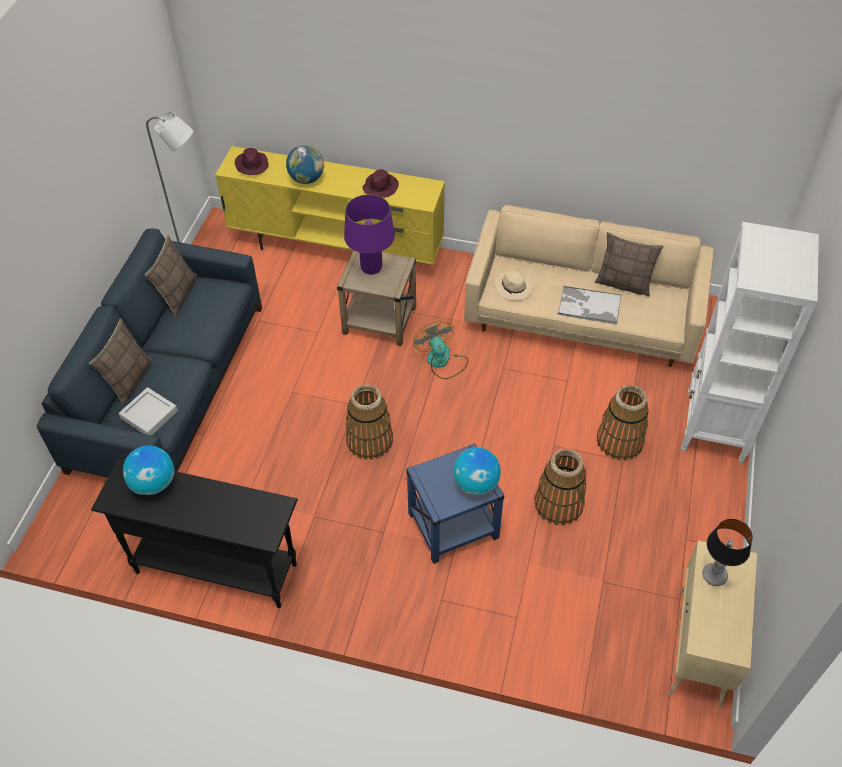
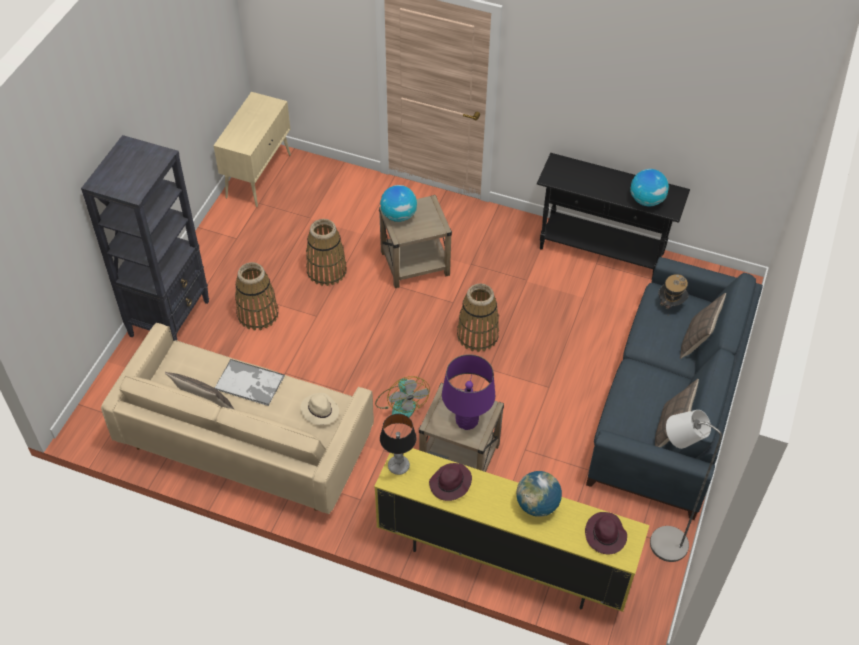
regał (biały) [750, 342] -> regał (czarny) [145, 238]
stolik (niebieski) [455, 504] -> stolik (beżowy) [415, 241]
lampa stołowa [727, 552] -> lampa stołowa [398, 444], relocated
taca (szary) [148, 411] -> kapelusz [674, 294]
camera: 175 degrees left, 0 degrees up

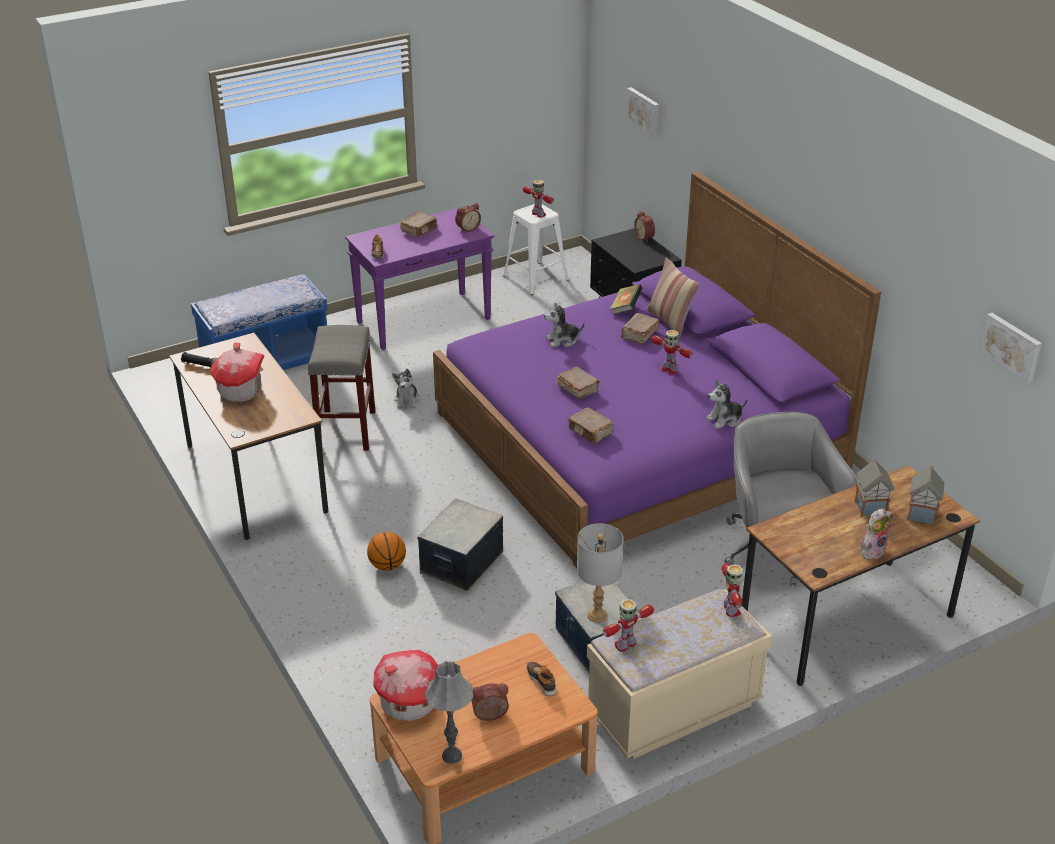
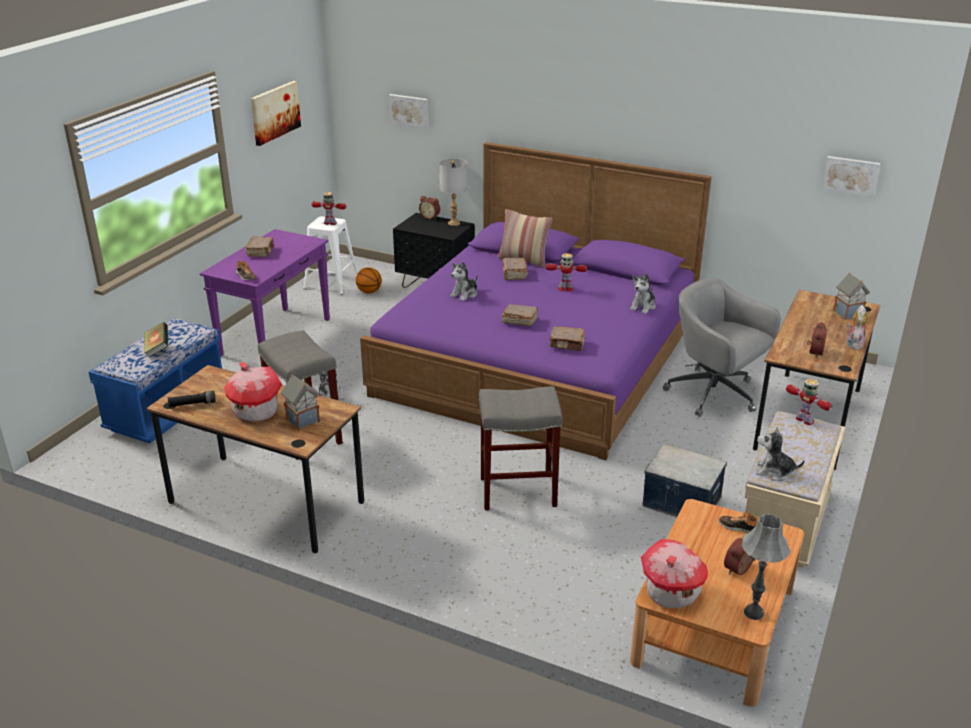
książka [626, 299] -> książka [156, 339], relocated
none -> obraz [276, 113]
domek [874, 488] -> domek [300, 402], relocated
piłka do koszykówki [386, 551] -> piłka do koszykówki [369, 280], relocated
lampa stołowa (szary) [600, 573] -> lampa stołowa (szary) [453, 192], relocated
pojemnik do przechowywania [460, 545] -> stołek (szary) [521, 448]
robot zabawkowy [628, 625] -> pluszak [780, 454]
budzik [468, 217] -> budzik [817, 340], relocated
camera: 35 degrees left, 5 degrees down

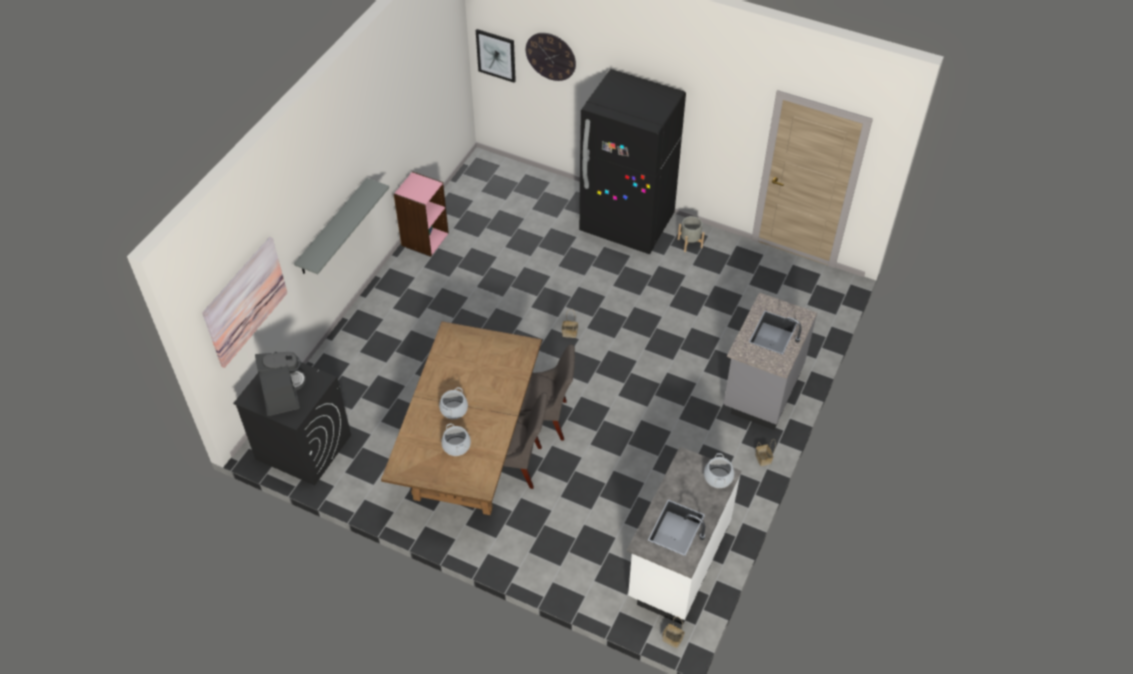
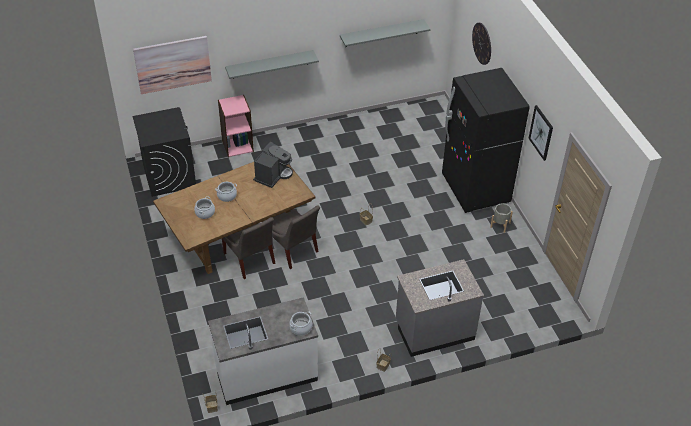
regał (różowy) [421, 213] -> regał (różowy) [236, 126], relocated
ekspres do kawy [280, 384] -> ekspres do kawy [273, 165], relocated
none -> półka (szary) [385, 33]
obraz [496, 56] -> obraz [541, 133], relocated
camera: 45 degrees right, 5 degrees down

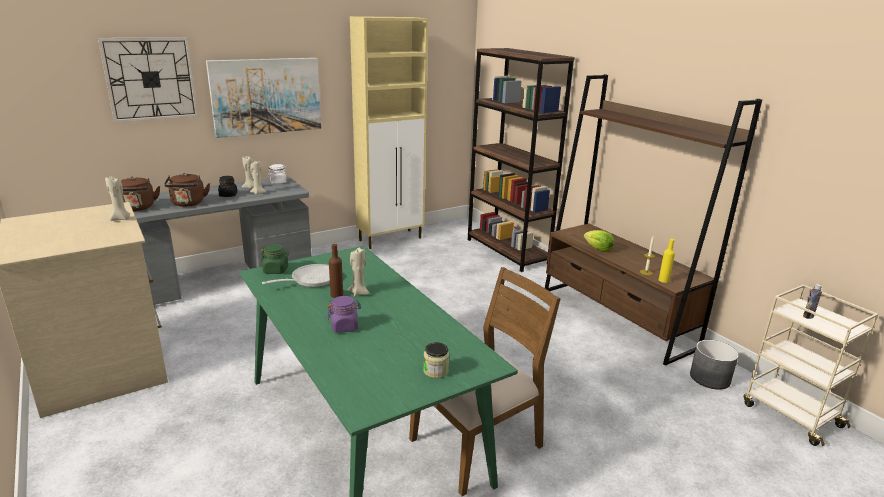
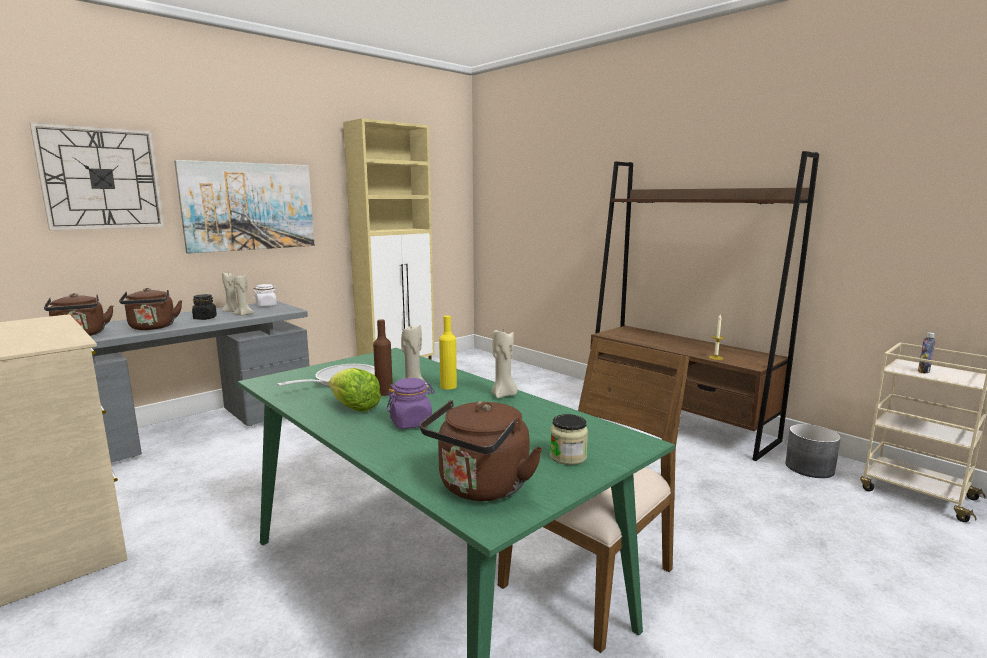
sałata [599, 241] -> sałata [355, 390], relocated
none -> czajnik (brązowy) [481, 450]
butelka (żółty) [667, 261] -> butelka (żółty) [448, 353], relocated
świeca (beżowy) [117, 198] -> świeca (beżowy) [504, 364], relocated
słoik (zielony) [275, 259] -> none
regał (brązowy) [521, 160] -> none
camera: 10 degrees left, 10 degrees down

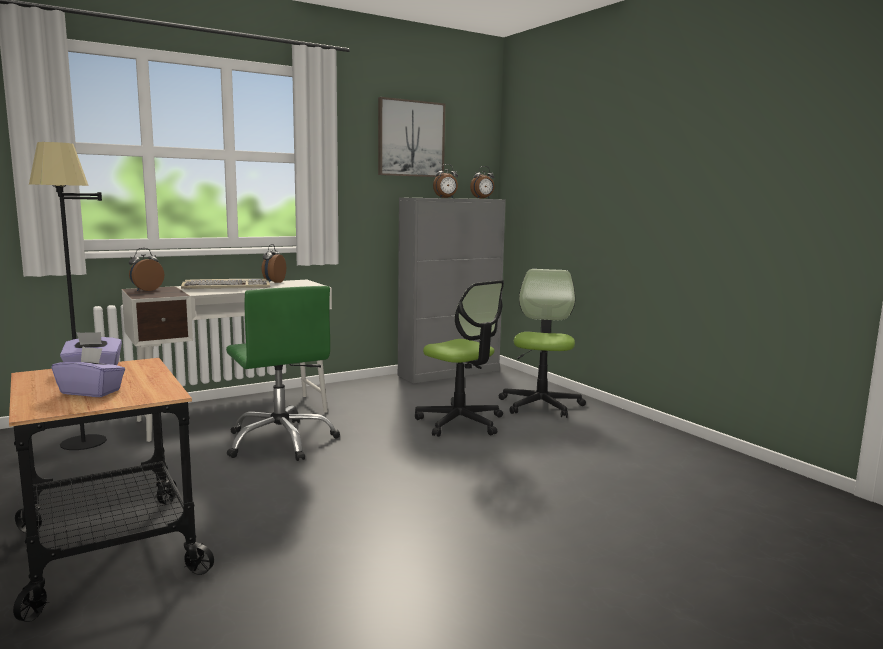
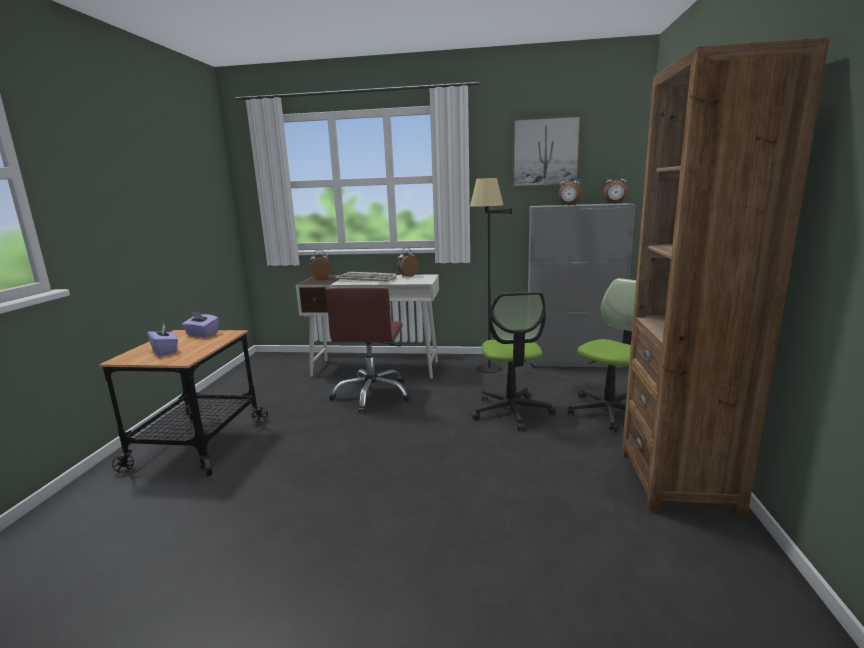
krzesło biurowe (zielony) [283, 373] -> krzesło biurowe (brązowy) [368, 349]
lampa stojąca (czarny) [68, 296] -> lampa stojąca (czarny) [491, 275], relocated
none -> regał (brązowy) [726, 276]
camera: 40 degrees right, 5 degrees up

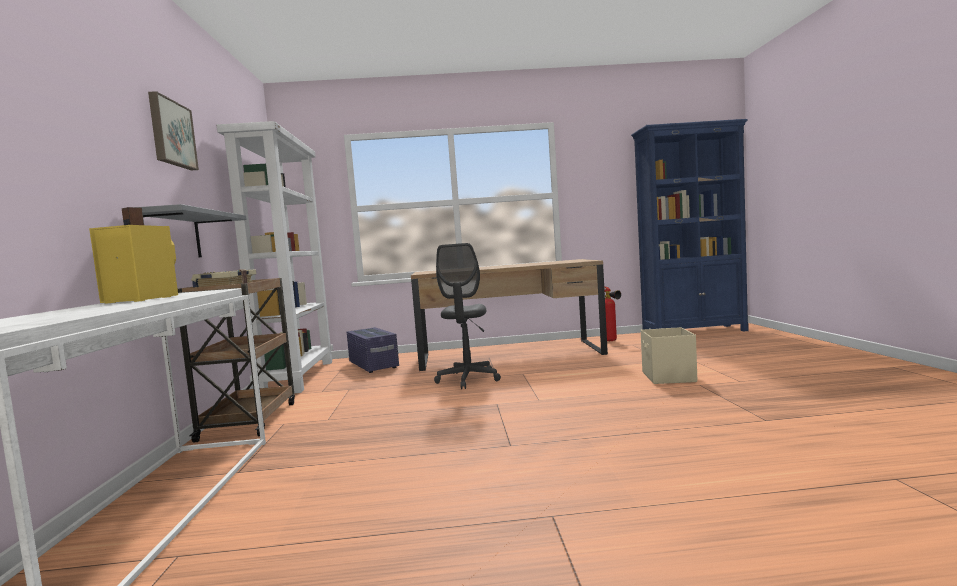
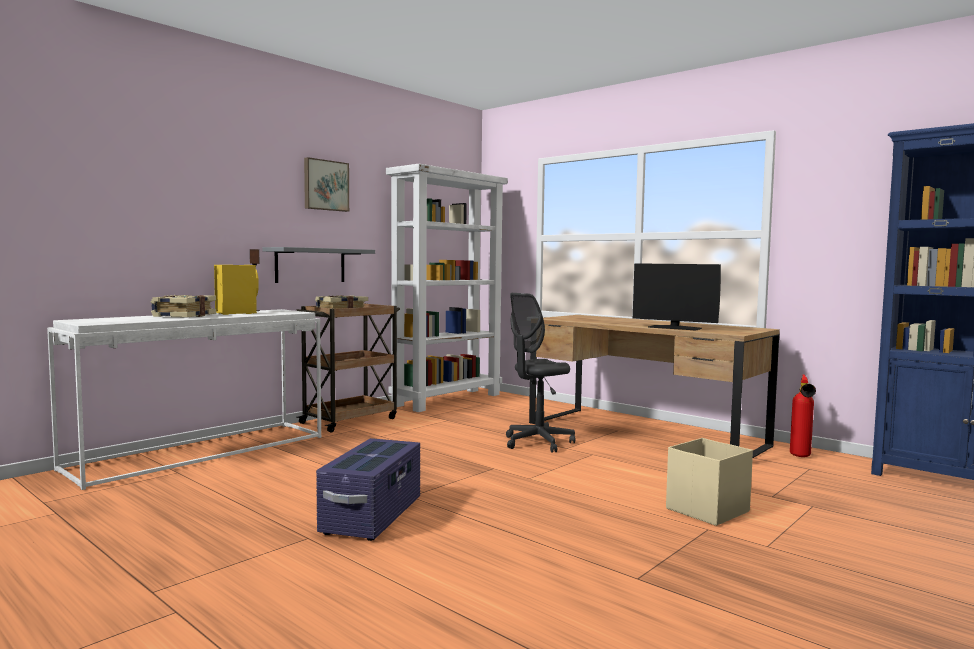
none -> książka [183, 306]
pojemnik do przechowywania (fioletowy) [373, 350] -> pojemnik do przechowywania (fioletowy) [368, 489], relocated
none -> monitor [677, 296]
camera: 45 degrees right, 0 degrees up

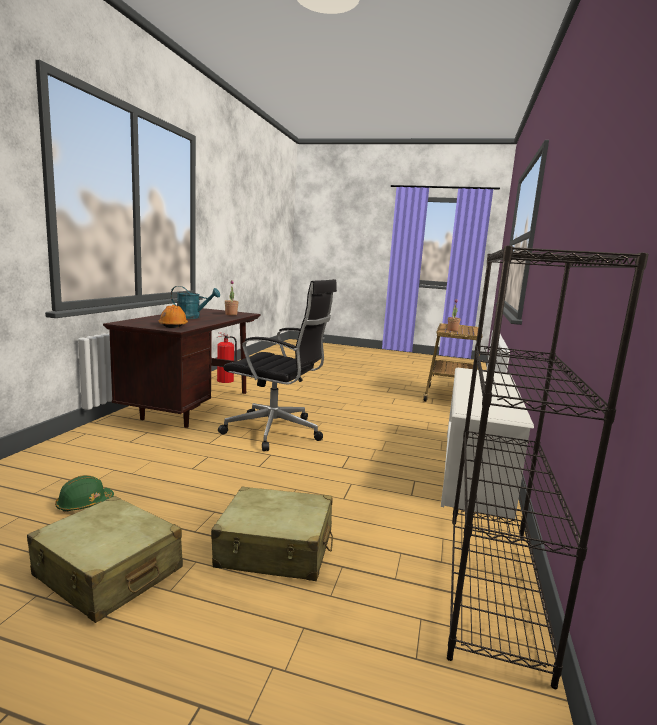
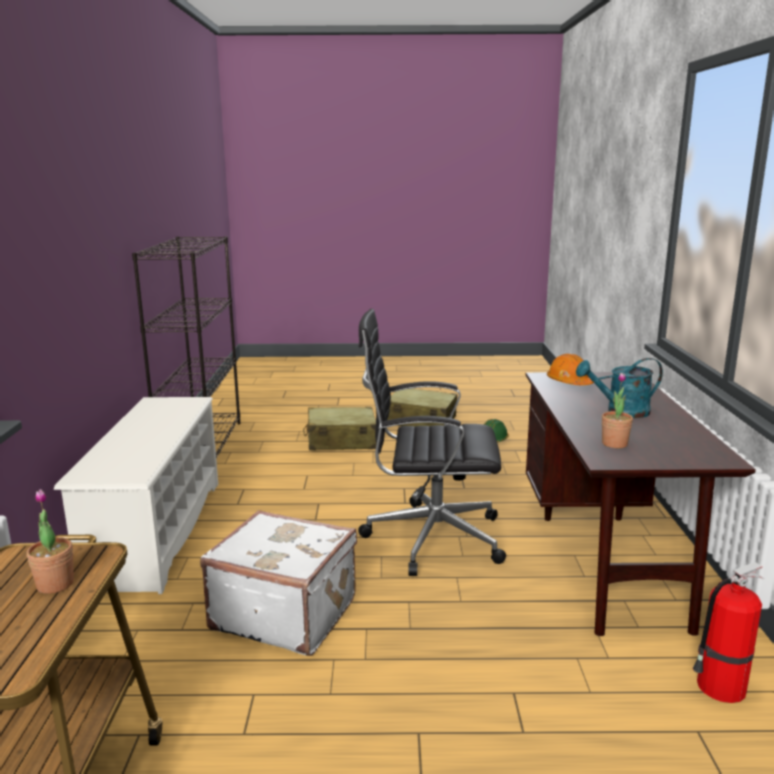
none -> walizka (biały) [278, 583]
camera: 165 degrees right, 5 degrees up

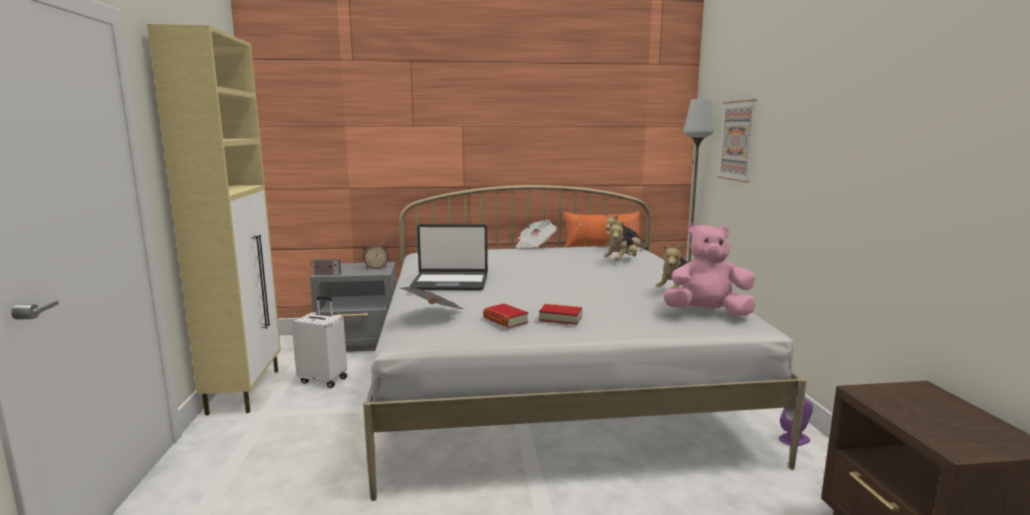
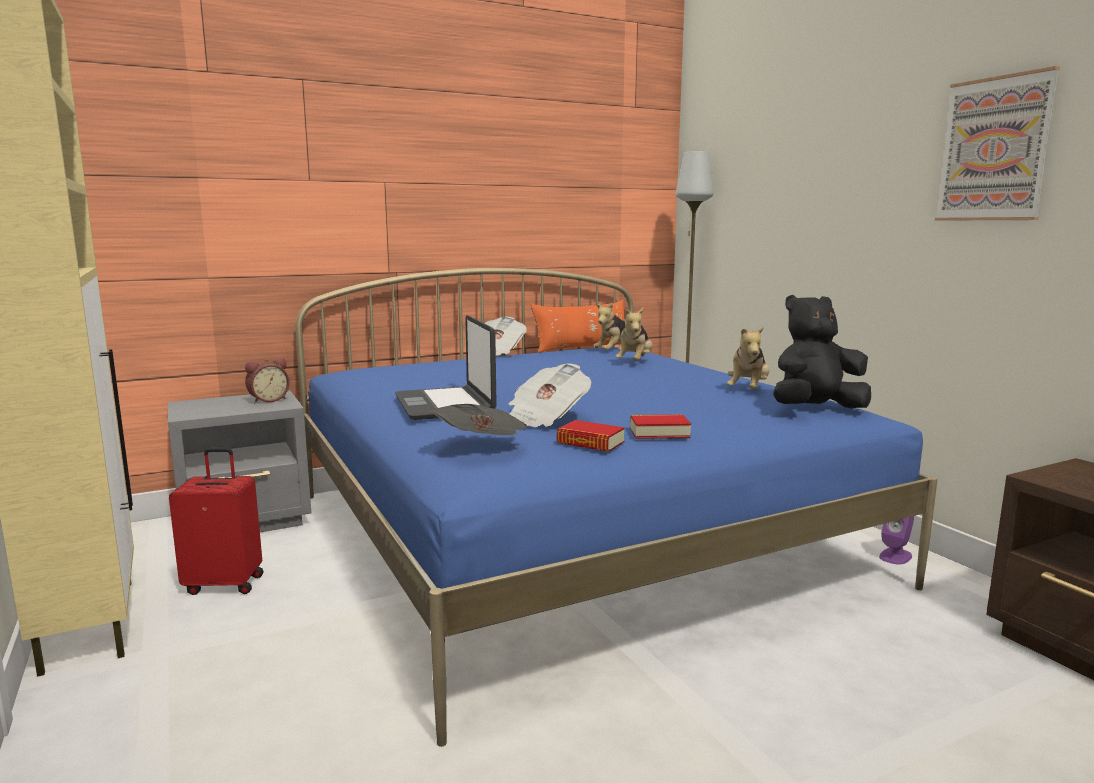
walizka (biały) [319, 342] -> walizka (czerwony) [216, 521]
łóżko (biały) [585, 343] -> łóżko (niebieski) [616, 507]
laptop [448, 257] -> laptop [446, 367], 90 degrees clockwise
none -> gazeta [550, 395]
pluszak (różowy) [709, 269] -> pluszak (czarny) [822, 352]
obraz [737, 141] -> obraz [997, 143], relocated
radio [326, 263] -> none
camera: 20 degrees left, 0 degrees up

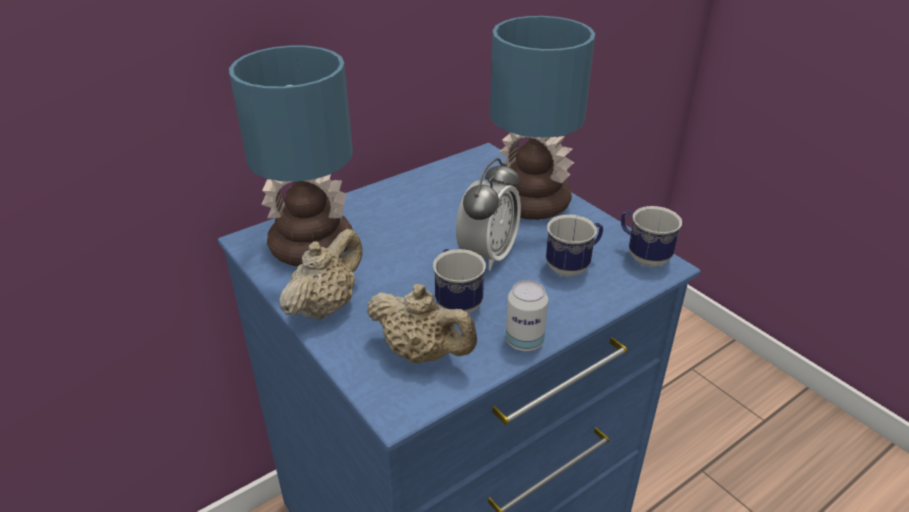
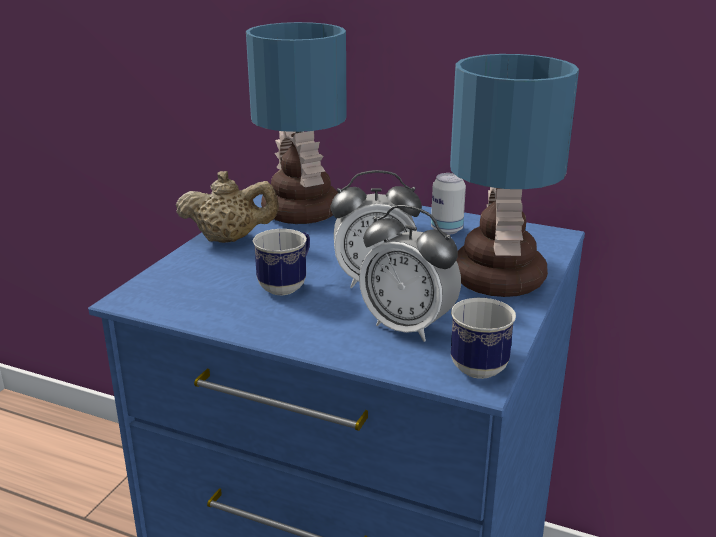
kubek [574, 246] -> budzik [410, 273]
puszka [527, 315] -> puszka [448, 204], relocated
imbryk (beżowy) [421, 323] -> none
camera: 60 degrees right, 10 degrees down

